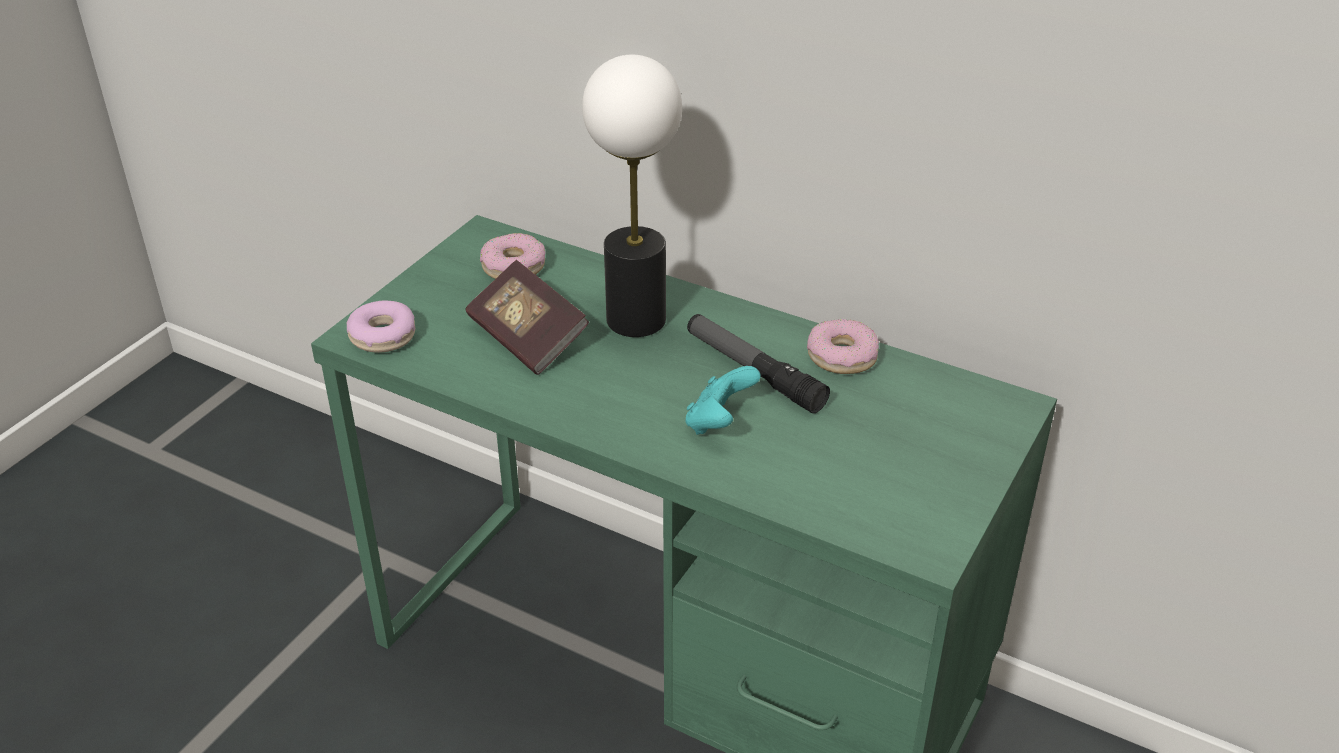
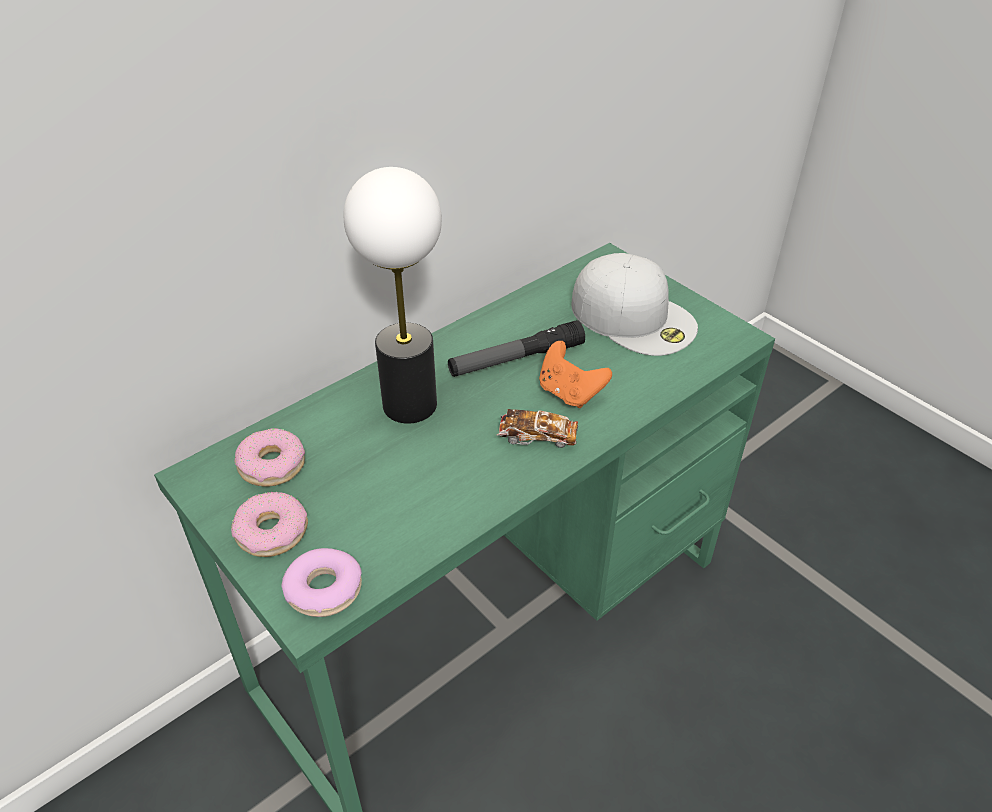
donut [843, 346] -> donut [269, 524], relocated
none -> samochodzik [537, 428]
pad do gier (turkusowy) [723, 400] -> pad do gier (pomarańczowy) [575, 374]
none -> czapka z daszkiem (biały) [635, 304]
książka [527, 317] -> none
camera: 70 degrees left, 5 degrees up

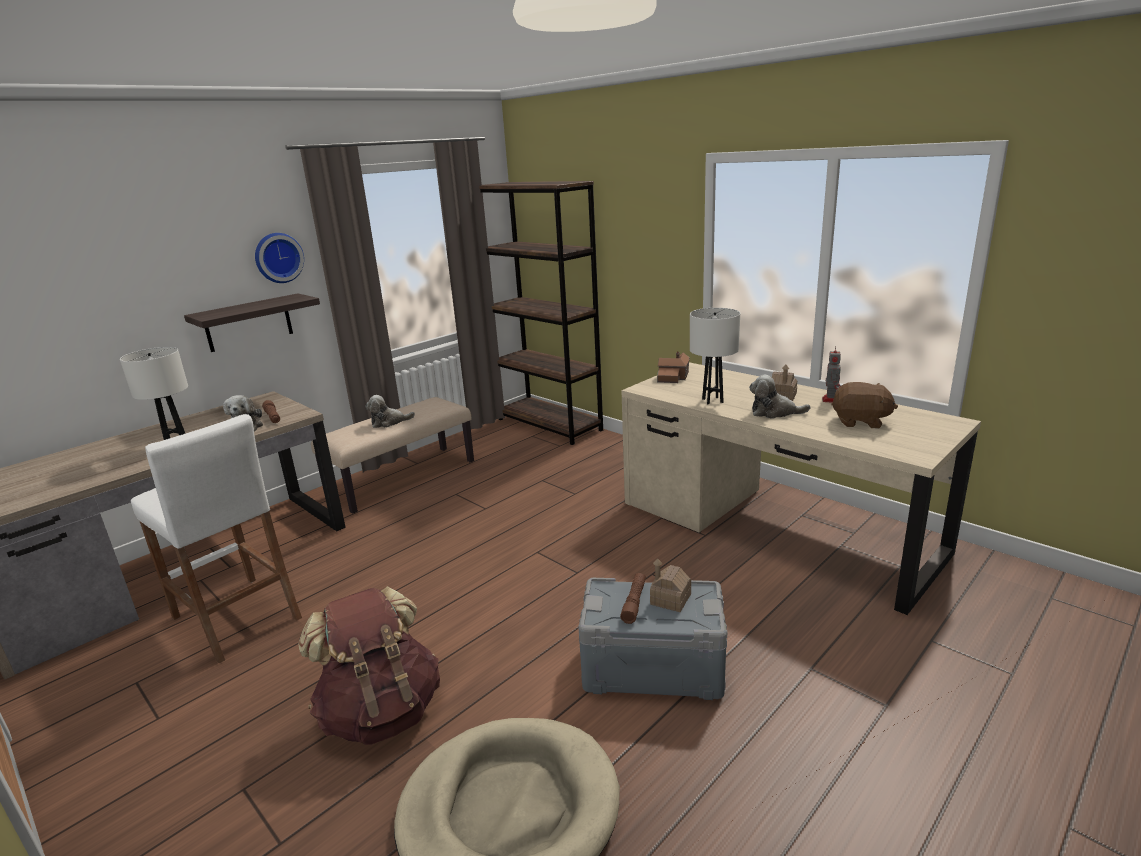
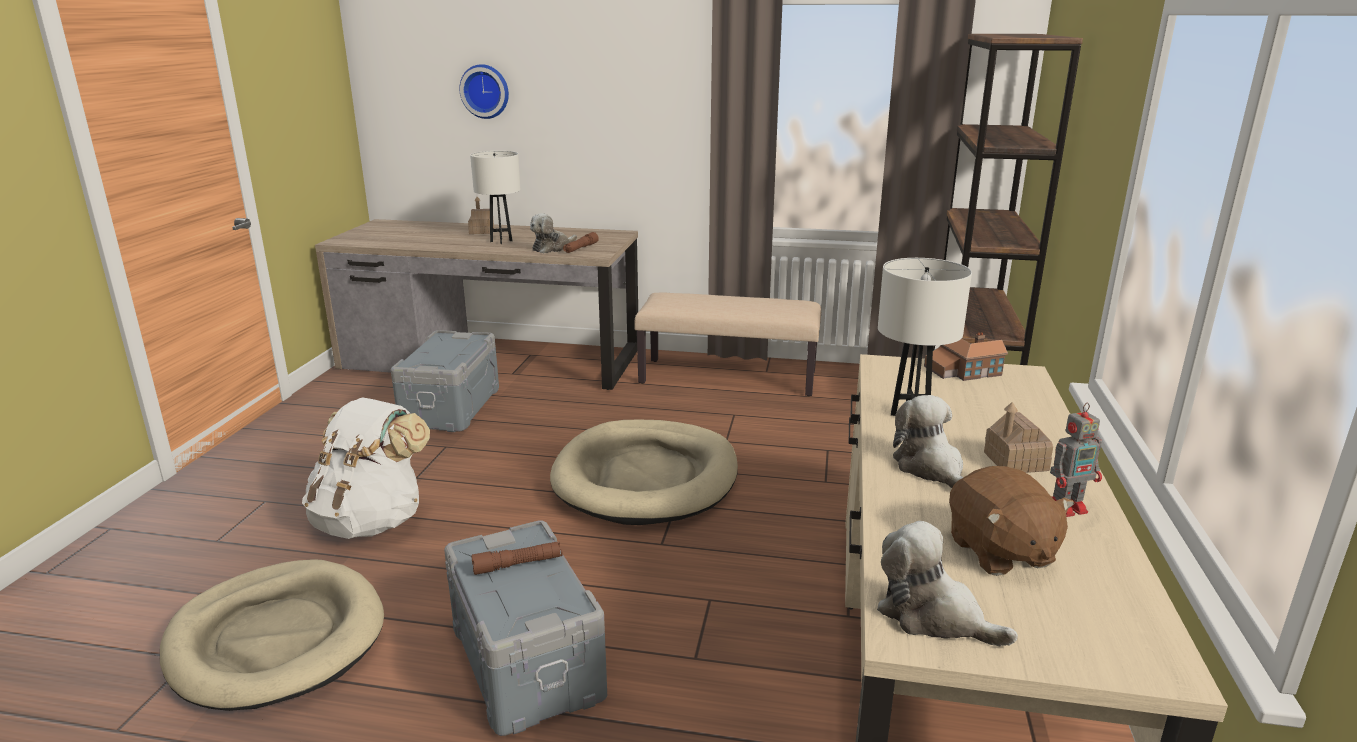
plecak (brązowy) [369, 665] -> plecak (biały) [366, 468]
stołek (biały) [216, 538] -> pojemnik do przechowywania (szary) [445, 381]
zegar ścienny [279, 258] -> zegar ścienny [484, 91], relocated
domek [670, 585] -> domek [481, 215], relocated
none -> legowisko (beżowy) [644, 472]
pluszak [390, 411] -> pluszak [947, 583], relocated
półka [252, 322] -> none
camera: 55 degrees right, 0 degrees up

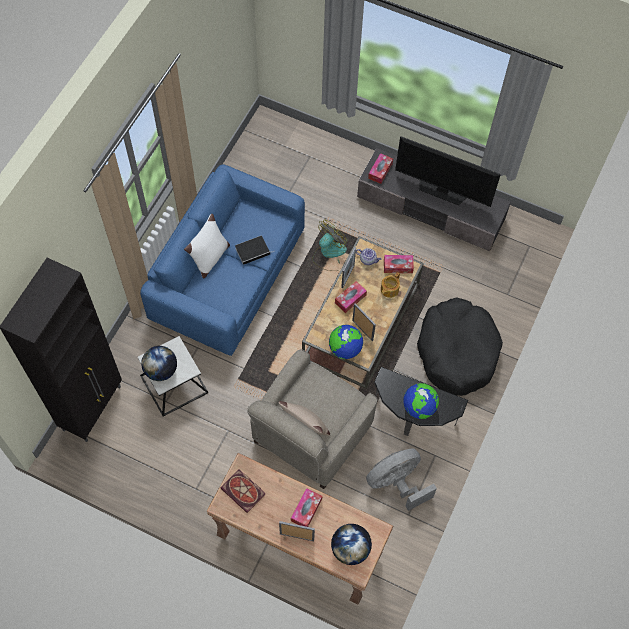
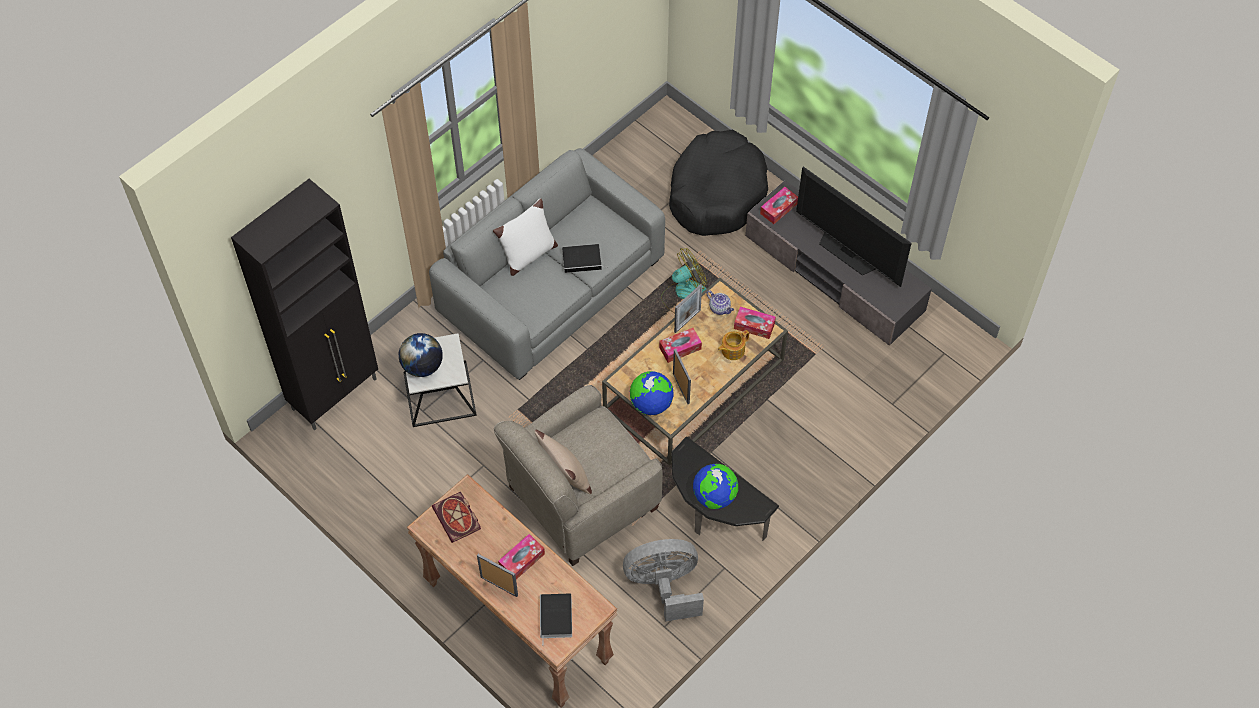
kanapa (niebieski) [222, 260] -> kanapa (szary) [547, 264]
globus [351, 544] -> książka [556, 619]
legowisko (czarny) [460, 346] -> legowisko (czarny) [718, 183], relocated
camera: 20 degrees right, 5 degrees down

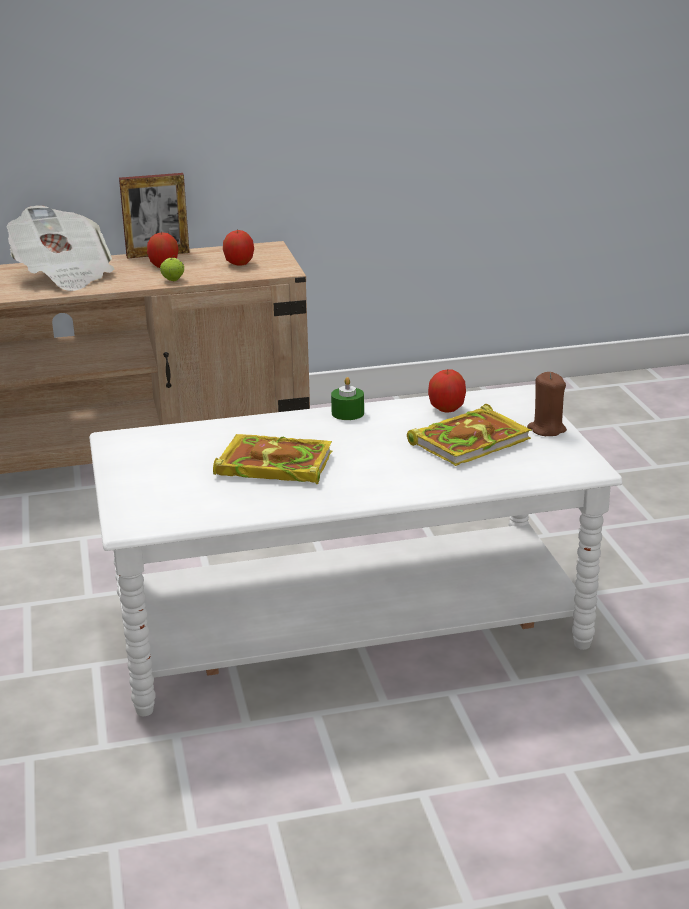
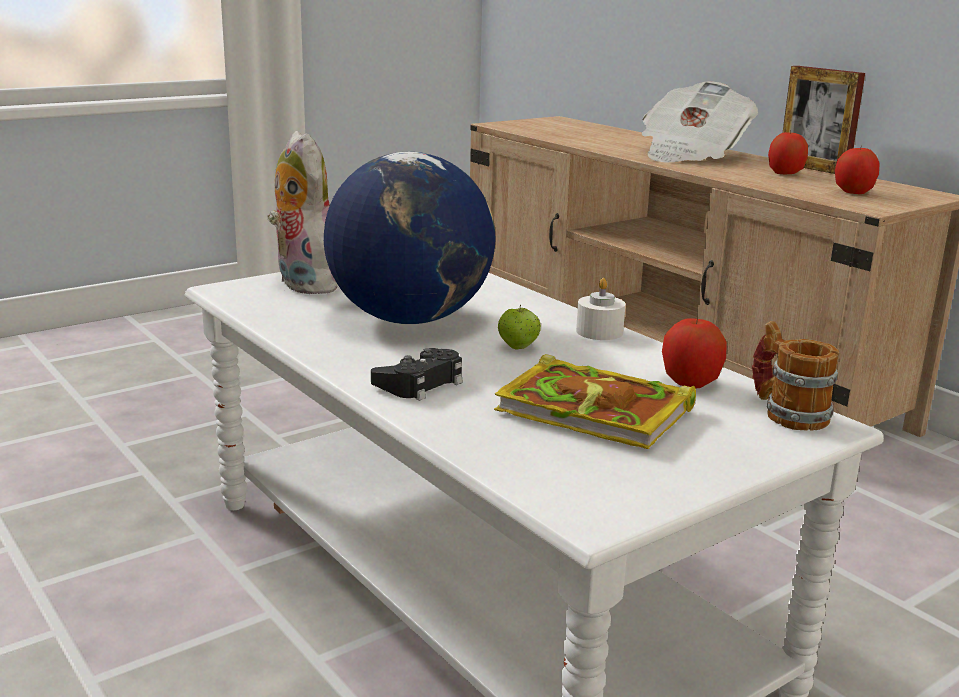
none -> pluszak [303, 212]
książka [272, 459] -> globus [409, 238]
none -> pad do gier (czarny) [417, 374]
jabłko [172, 268] -> jabłko [519, 327], relocated
świeca (zielony) [347, 398] -> świeca (biały) [600, 309]
none -> kubek [796, 376]
świeca (brązowy) [547, 404] -> none
camera: 65 degrees right, 5 degrees down

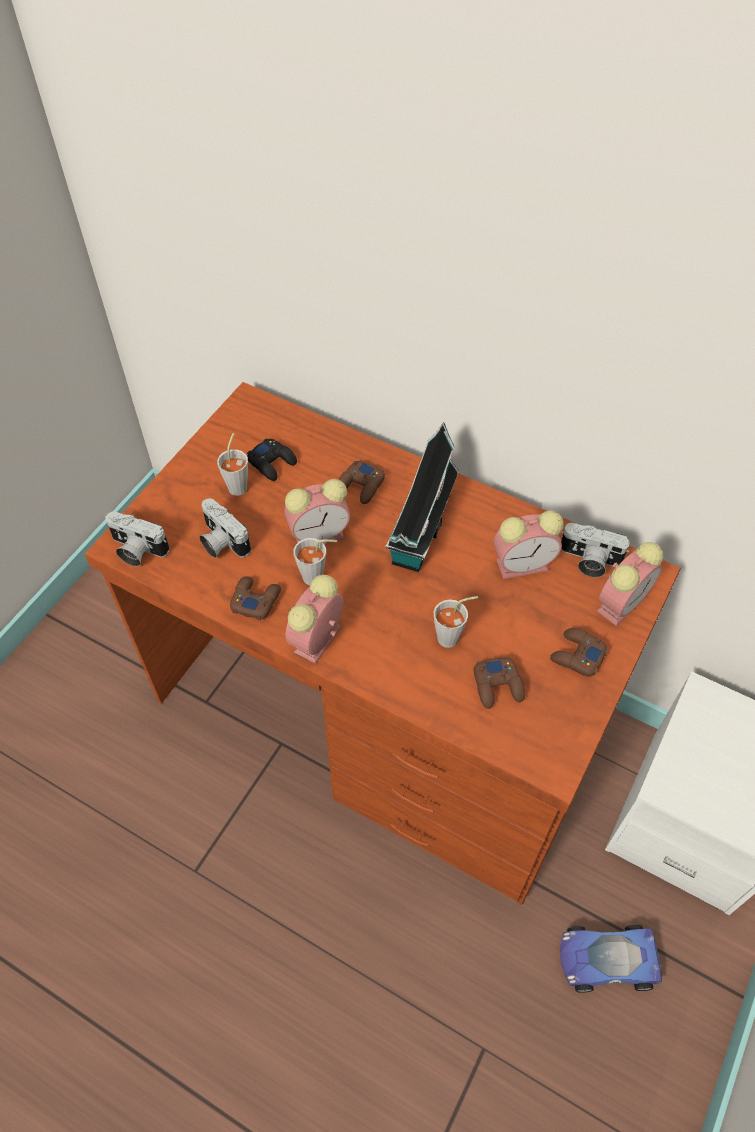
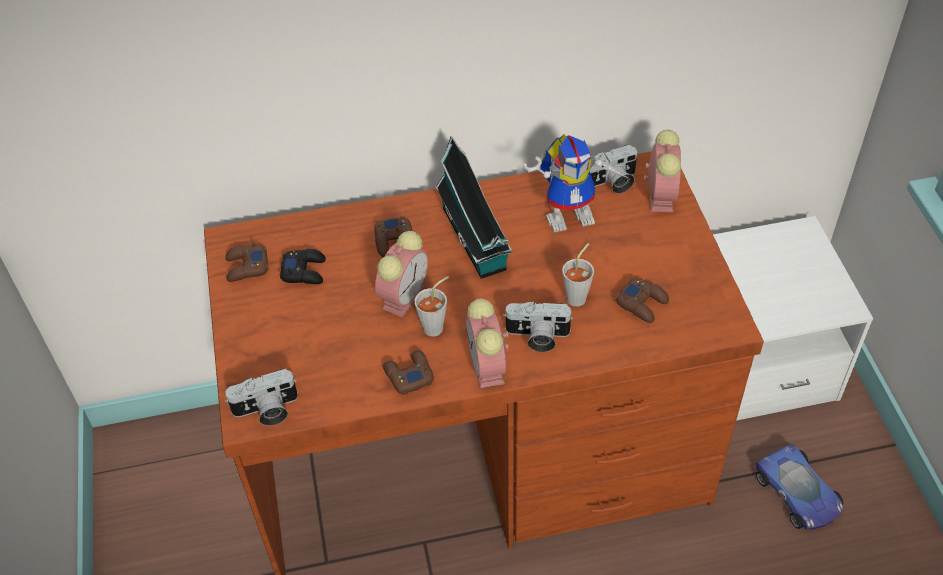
pad do gier (brązowy) [579, 652] -> pad do gier (brązowy) [247, 262], relocated
aparat fotograficzny [225, 528] -> aparat fotograficzny [538, 327], relocated
budzik [529, 545] -> robot zabawkowy [575, 183]
samochodzik [611, 959] -> samochodzik [799, 487], 75 degrees counterclockwise
filiżanka (szary) [232, 464] -> none
camera: 40 degrees left, 5 degrees down

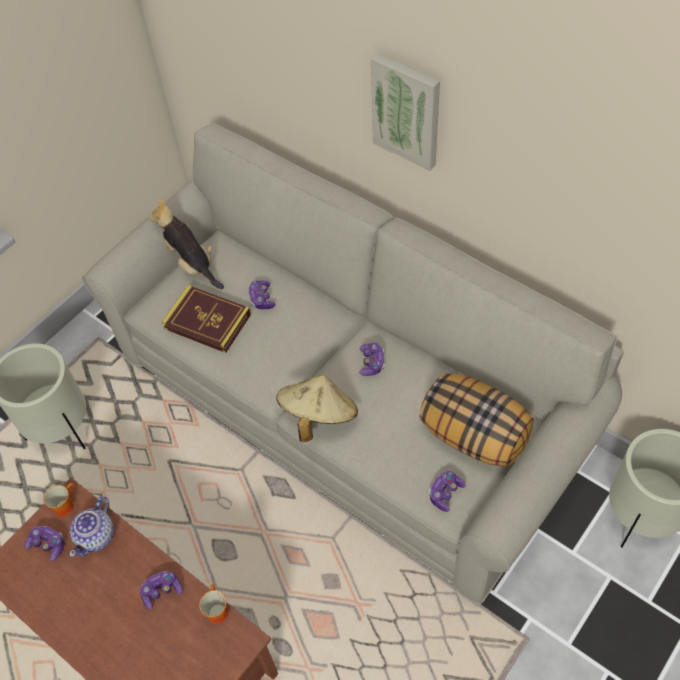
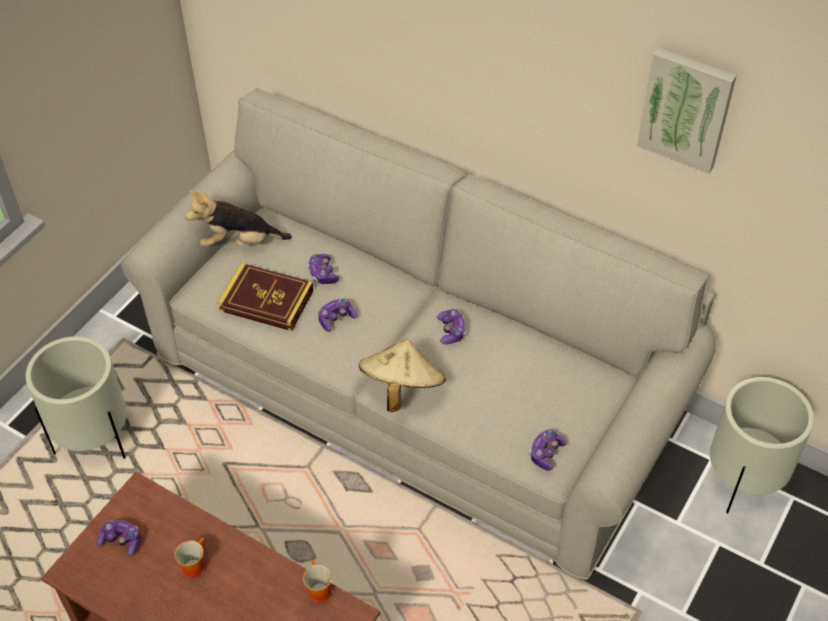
kubek [59, 500] -> kubek [190, 558], relocated
pluszak [186, 243] -> pluszak [238, 218], 45 degrees counterclockwise
pad do gier [161, 590] -> pad do gier [337, 315], relocated
obraz [405, 112] -> obraz [687, 111], relocated
imbryk [91, 526] -> none
poduszka [476, 420] -> none
camera: 10 degrees left, 5 degrees down

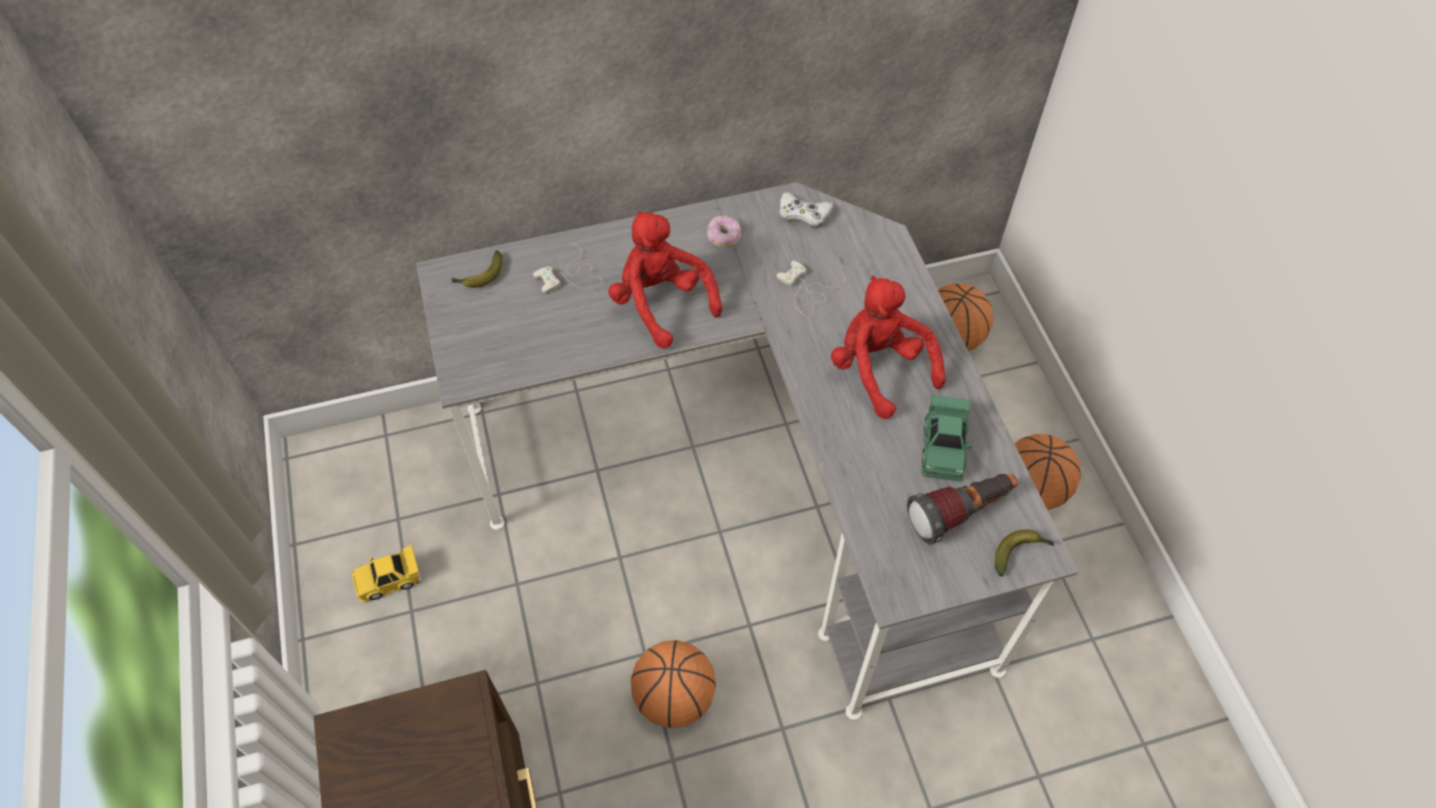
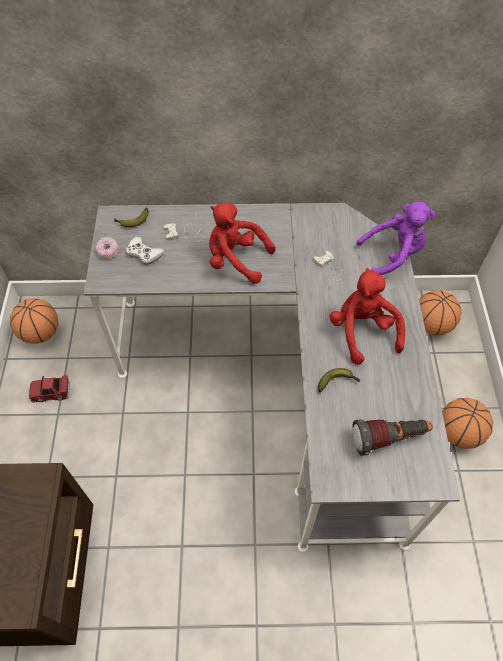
piłka do koszykówki [673, 684] -> piłka do koszykówki [34, 321], relocated
samochodzik (żółty) [386, 574] -> samochodzik (czerwony) [49, 388]
donut [724, 231] -> donut [107, 248], relocated
pad do gier (biały) [806, 210] -> pad do gier (biały) [145, 251], relocated
pluszak (czerwony) [665, 280] -> pluszak (czerwony) [242, 243], 45 degrees counterclockwise
banan [1024, 553] -> banan [339, 380], relocated
none -> pluszak (fioletowy) [396, 238]
samochodzik (zielony) [946, 438] -> none
camera: 15 degrees right, 0 degrees up

